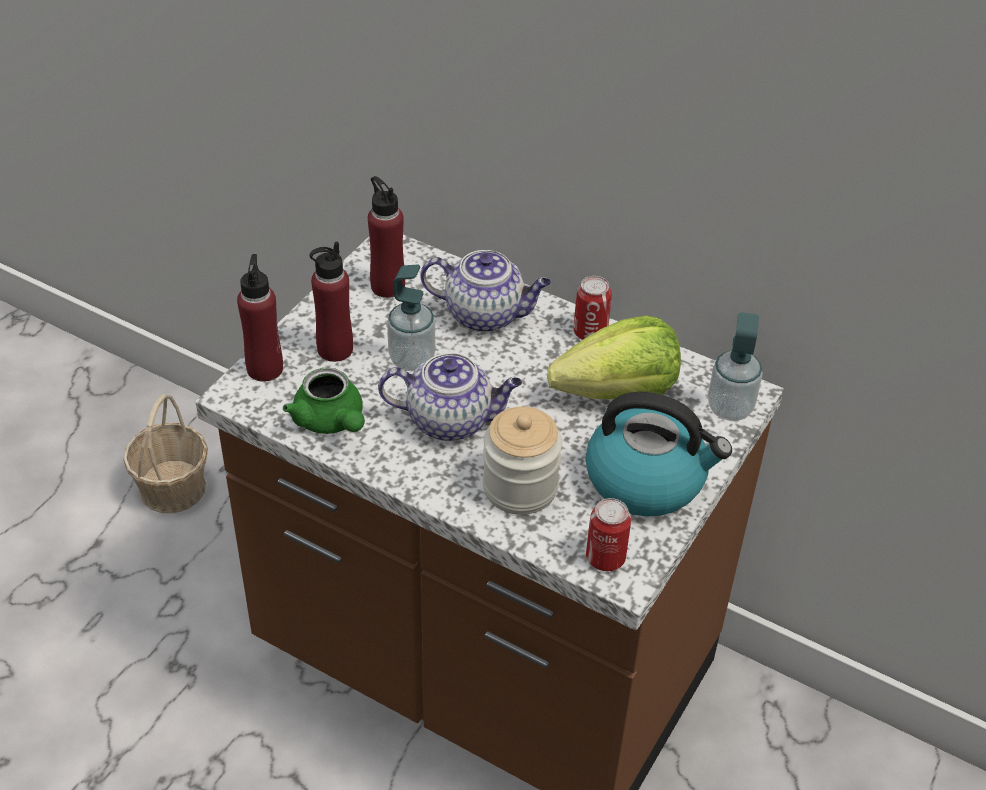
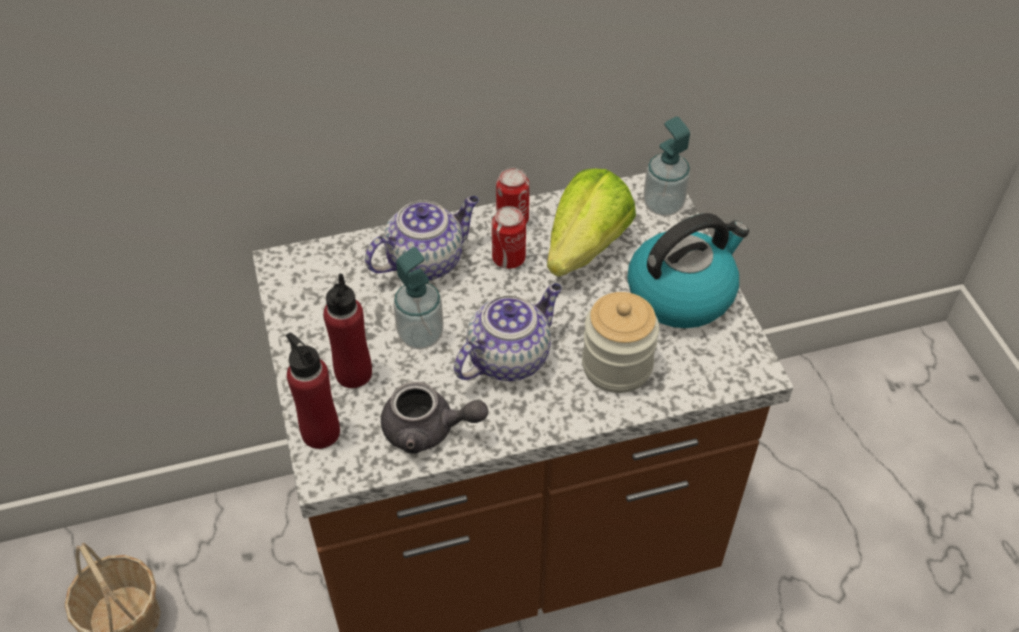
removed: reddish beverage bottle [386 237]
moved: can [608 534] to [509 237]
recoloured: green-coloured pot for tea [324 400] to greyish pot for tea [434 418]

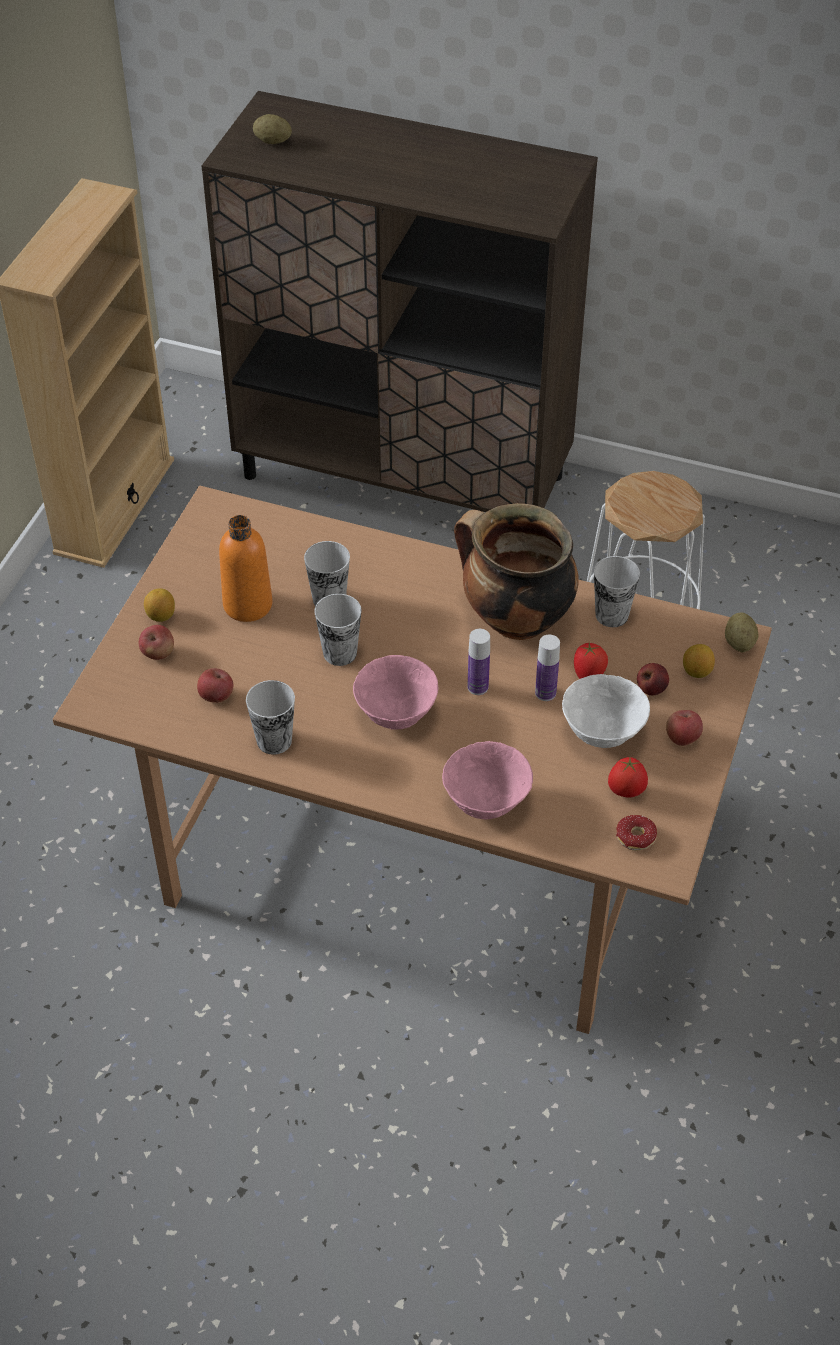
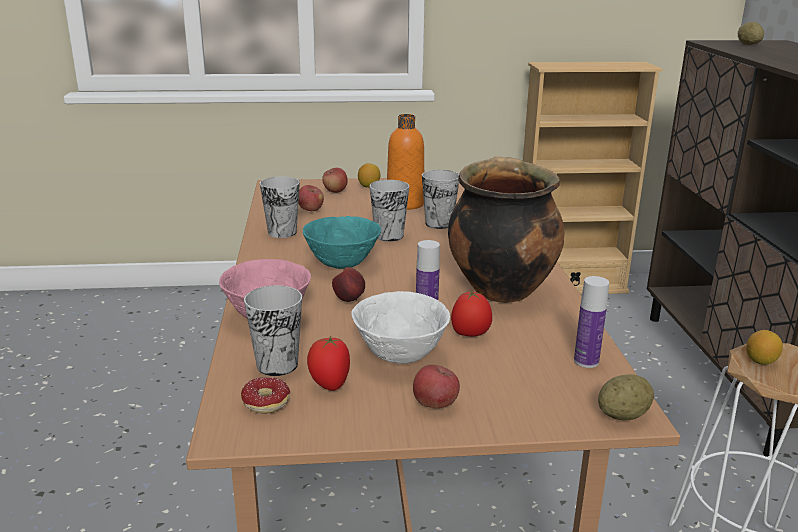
moved: beverage bottle [479 662] to [591 322]; cup [617 591] to [273 330]; whole apple [653 679] to [348 284]; citrus fruit [699 661] to [764 347]
recoloured: pinkish serving bowl [395 692] to blue-green serving bowl [342 242]

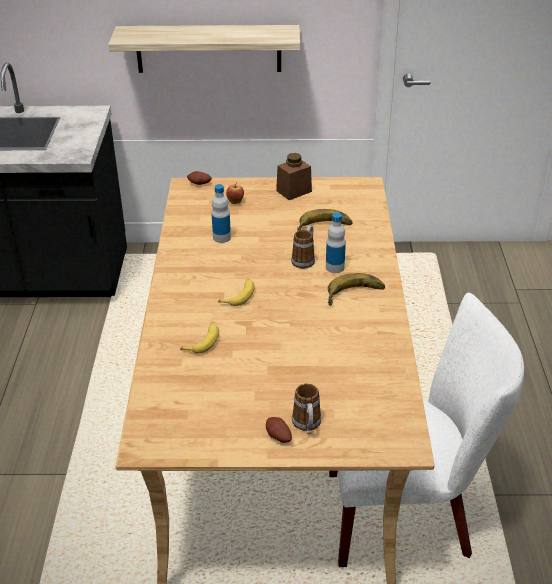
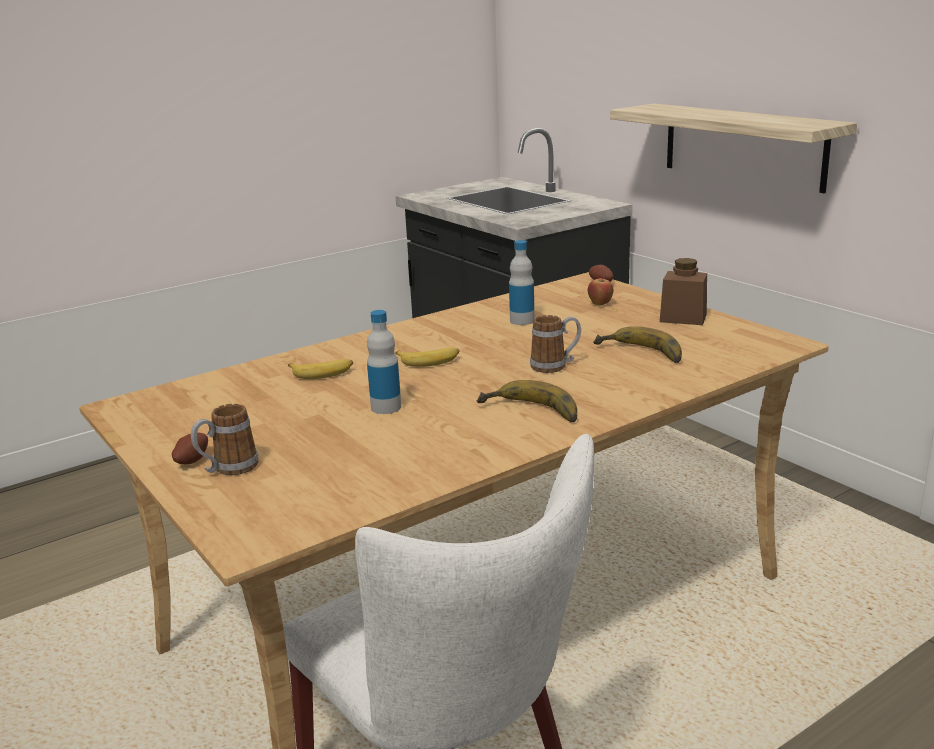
moved: beverage bottle [336 242] to [384 362]

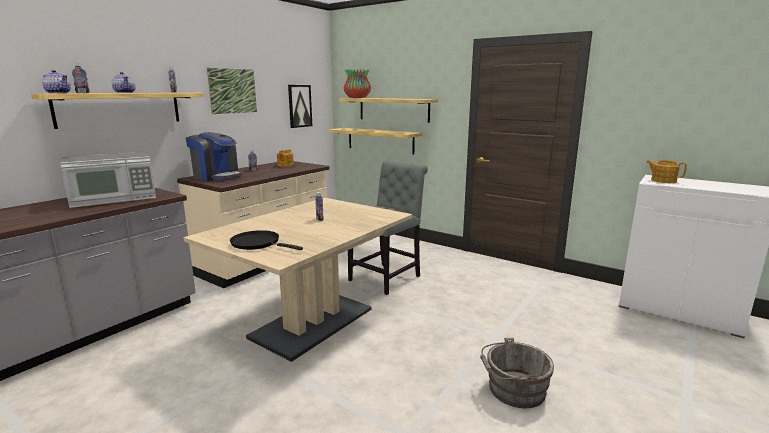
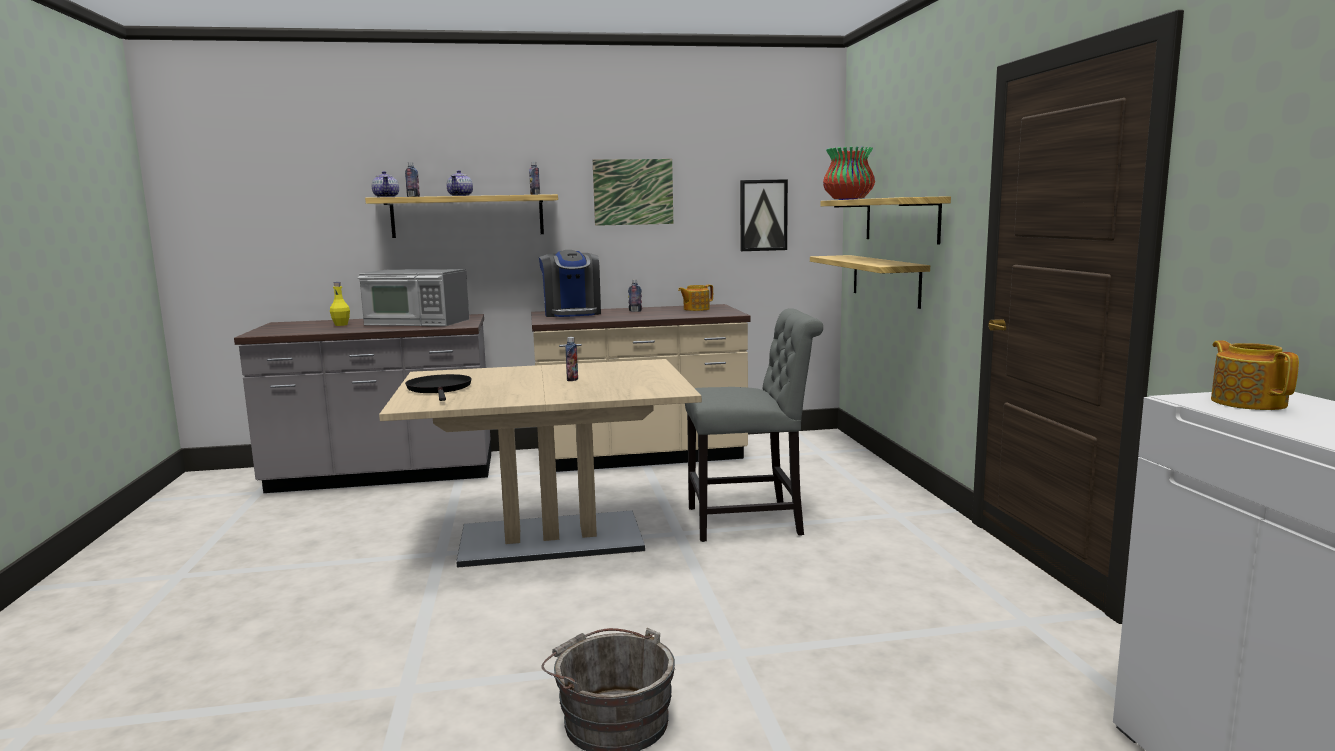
added: yellow beverage bottle [340 304]

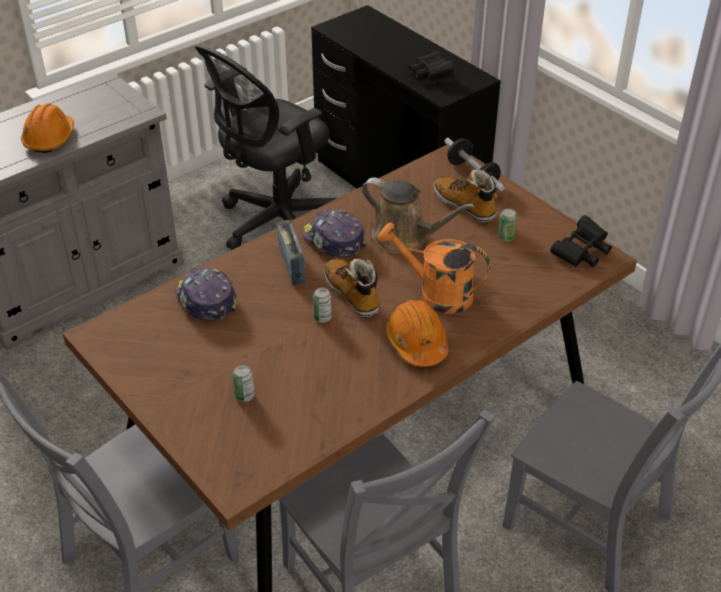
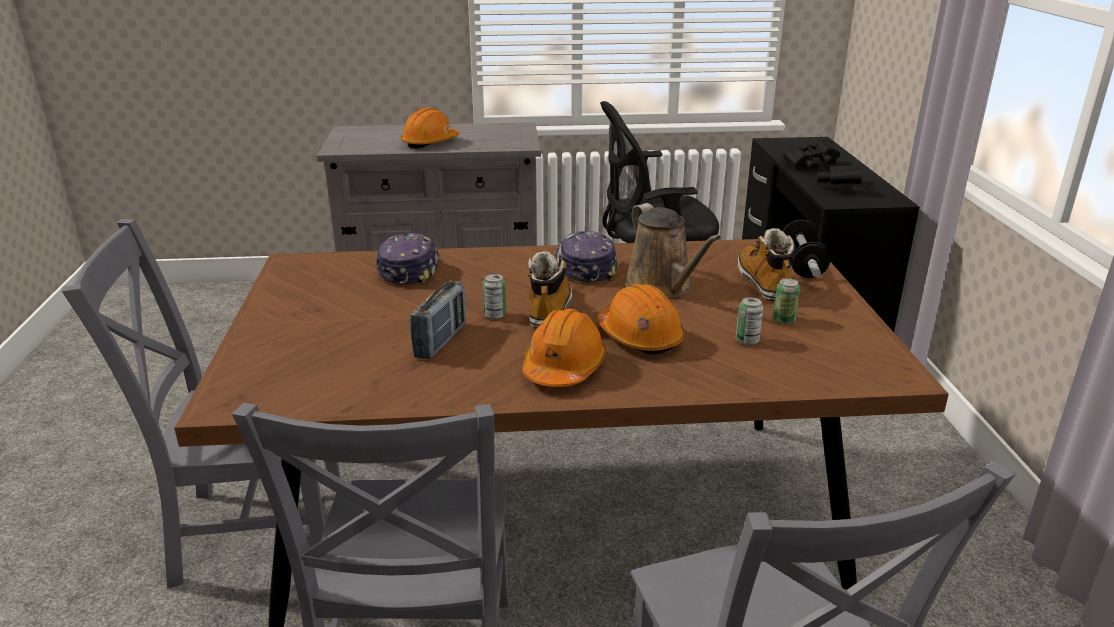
moved: can [243 383] to [749 321]; radio set [291 252] to [438 319]; black pair of binoculars [581 241] to [811 155]
replaced: orange watering pot [434 268] to orange work helmet [641 319]

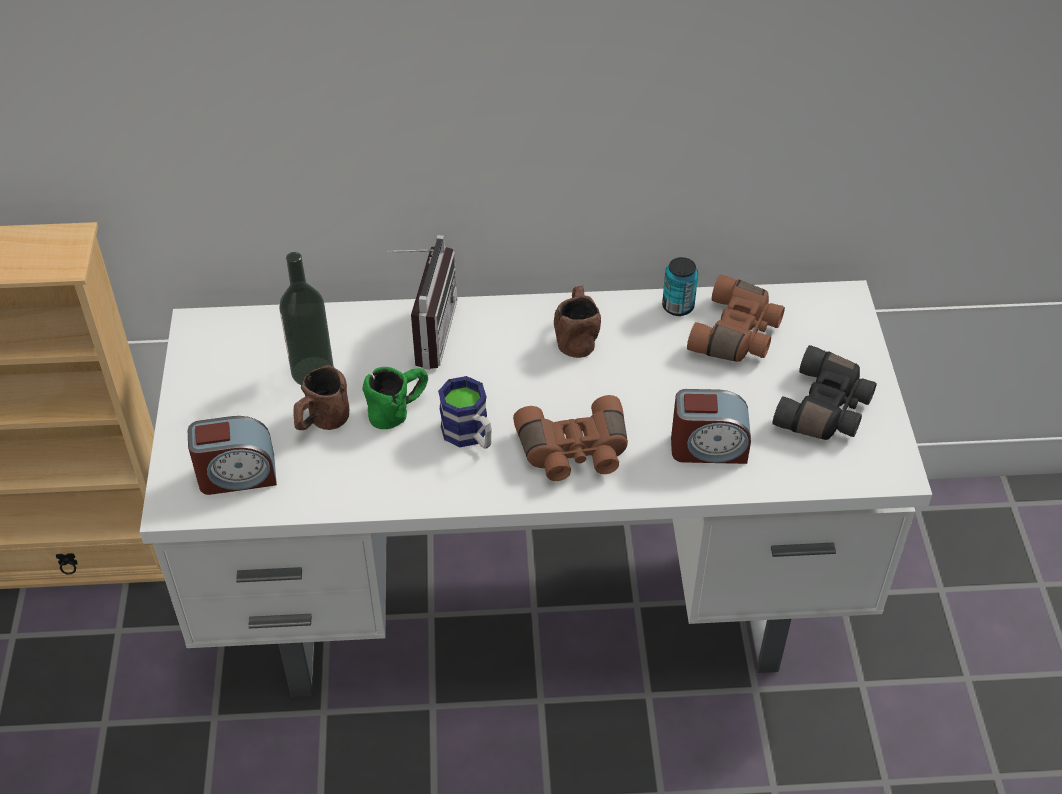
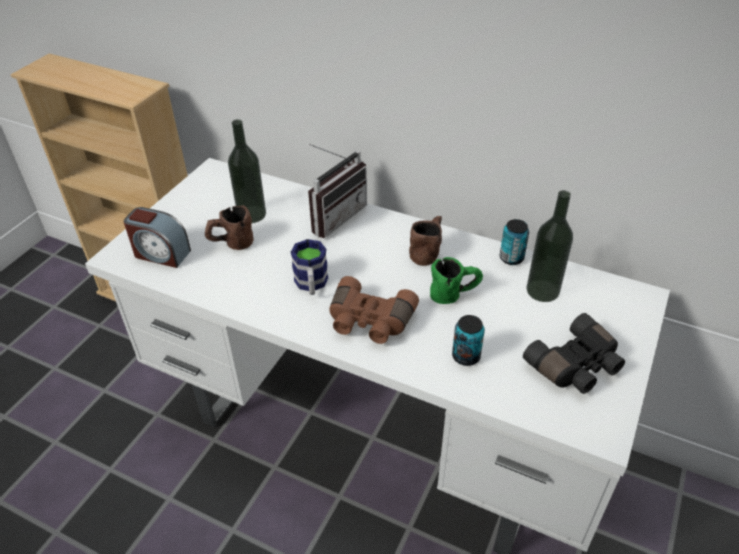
moved: green-coloured coffee mug [395 398] to [456 280]
replaced: bedside clock [711 426] to can [468 340]; brownish pair of binoculars [736 318] to beverage bottle [549 246]

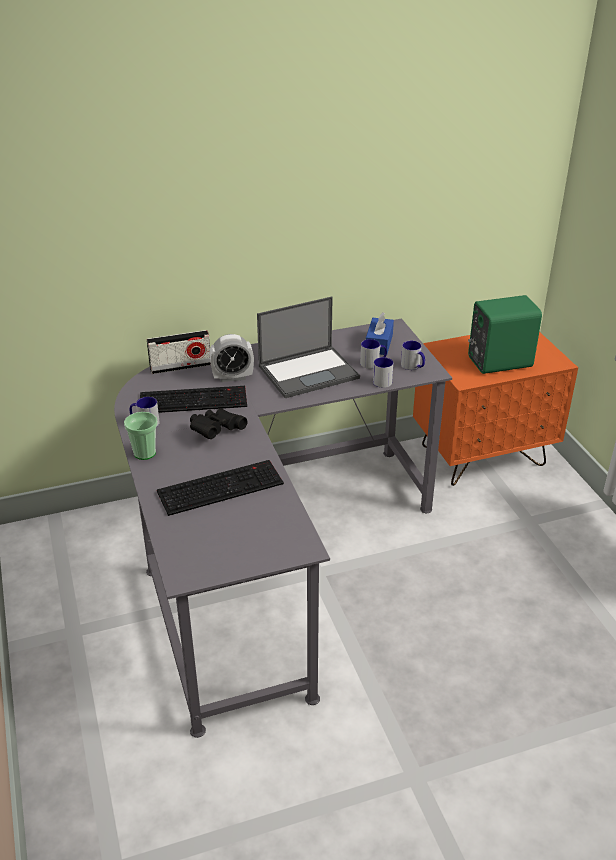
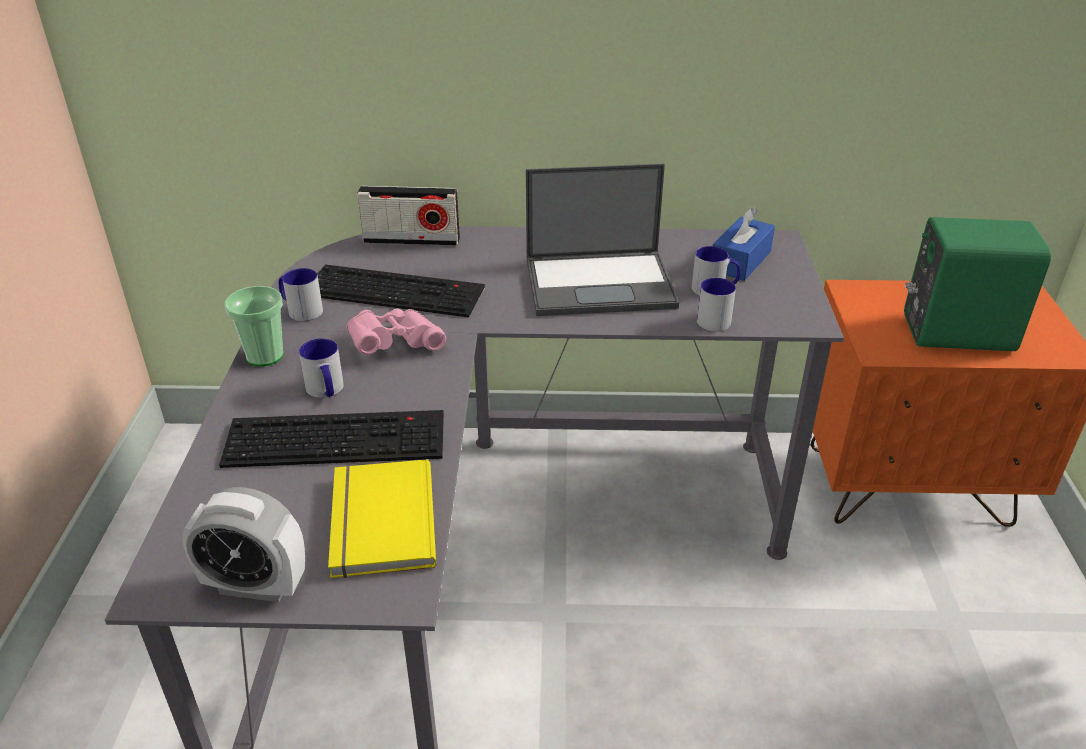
added: yellow bound book [382 518]
moved: bedside clock [231 358] to [243 544]; coffee mug [413 355] to [321 368]
recoloured: black pair of binoculars [219 423] to pinkish pair of binoculars [396 332]

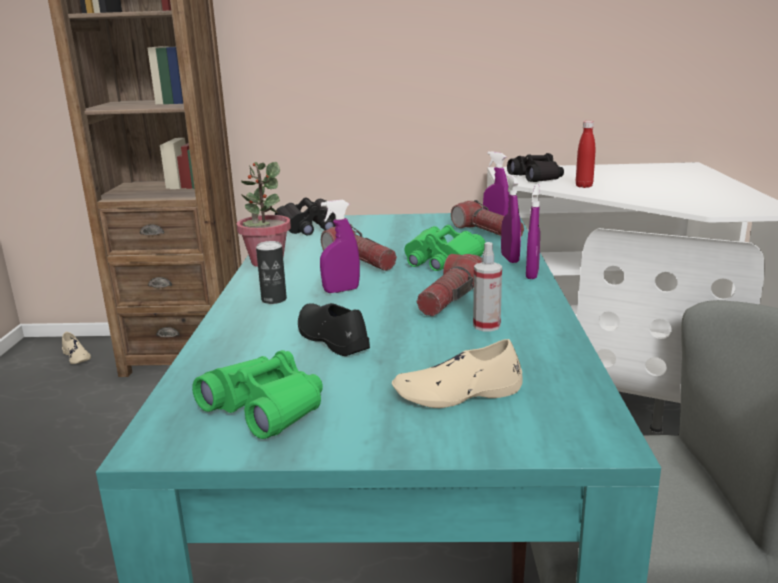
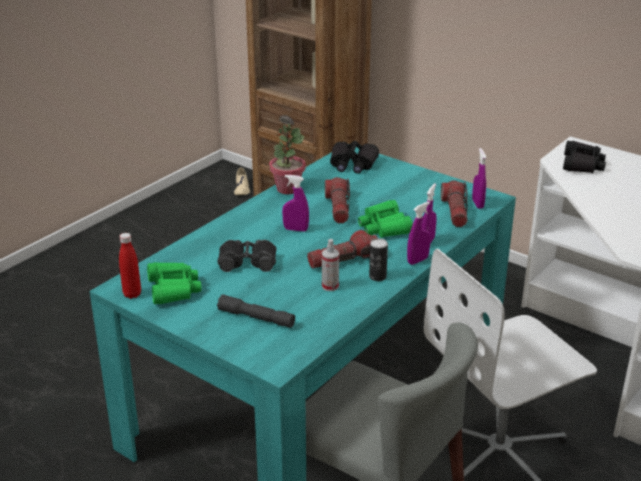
moved: can [271 272] to [378 259]; reddish beverage bottle [585 154] to [130 266]
replaced: black item of footwear [334 329] to black pair of binoculars [247 256]; beige item of footwear [457 373] to greyish torch [256 311]

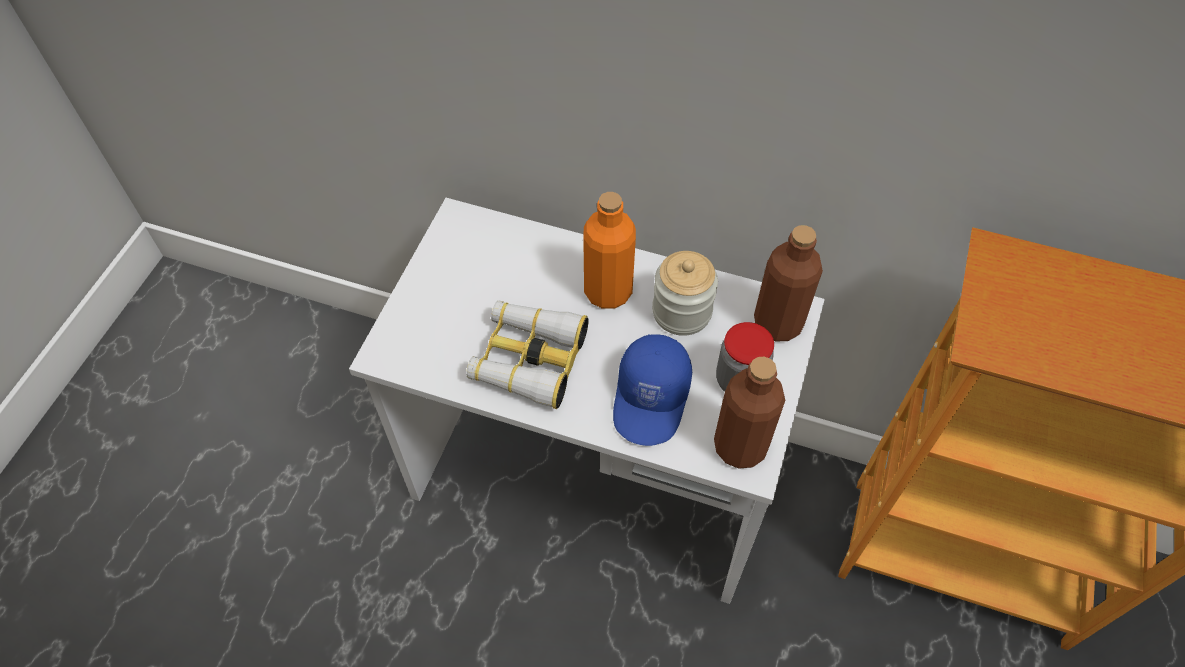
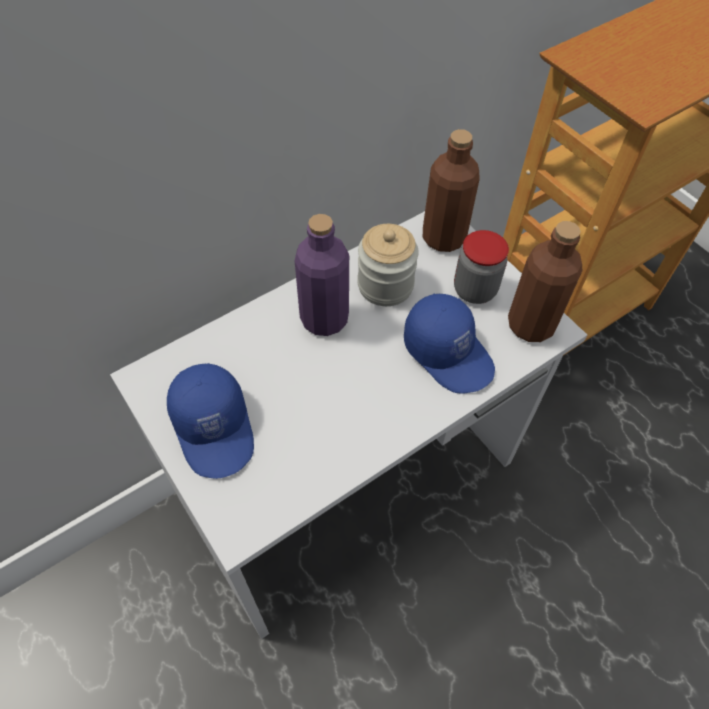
removed: pair of binoculars [527 354]
added: bluish cap [210 421]
recoloured: orange beverage bottle [609 250] to purple-coloured beverage bottle [322 275]

